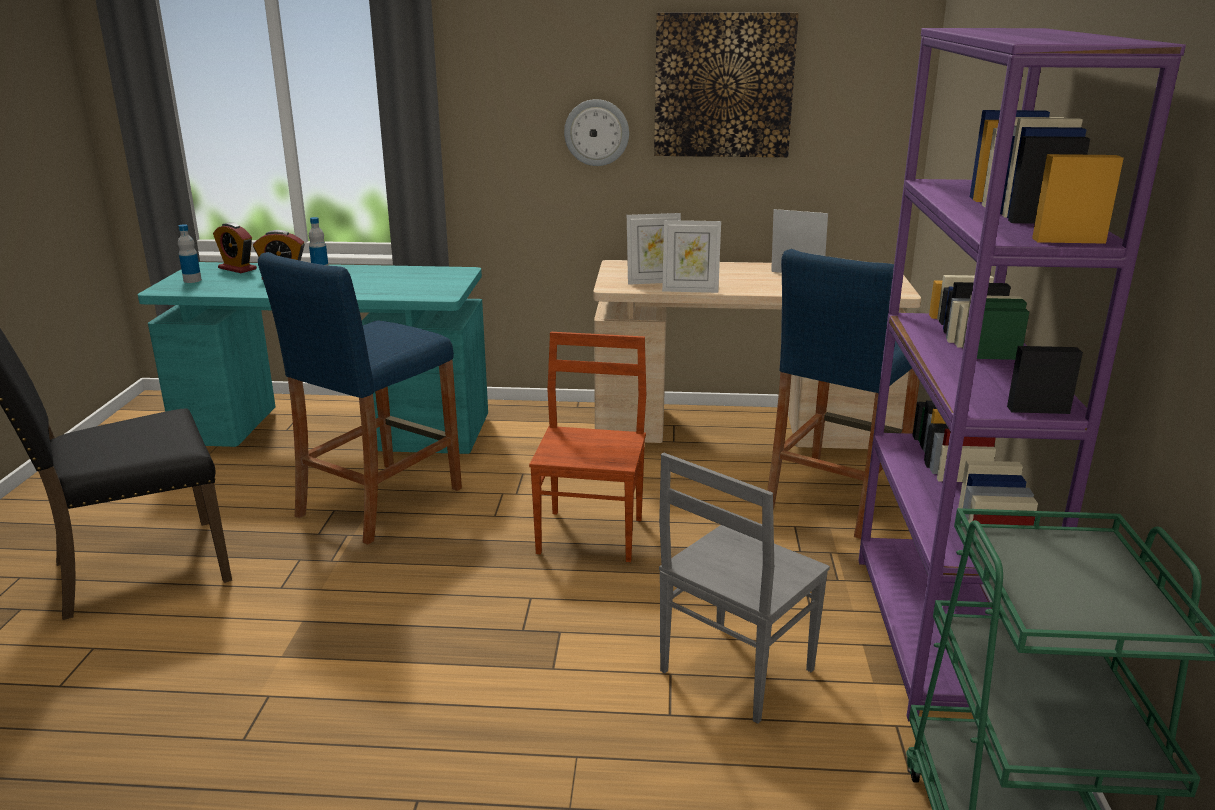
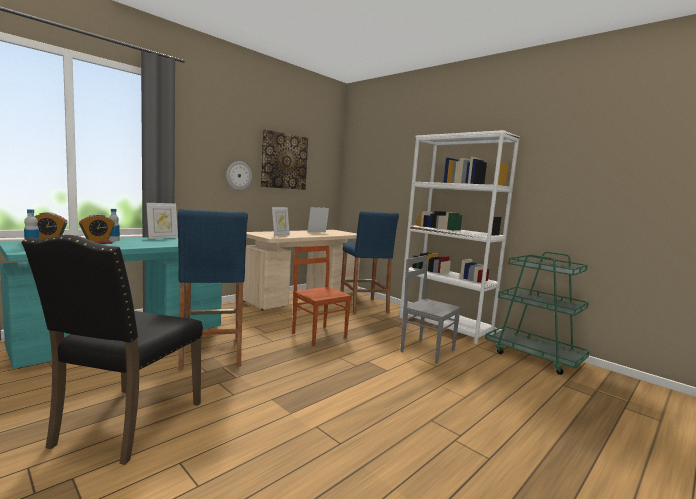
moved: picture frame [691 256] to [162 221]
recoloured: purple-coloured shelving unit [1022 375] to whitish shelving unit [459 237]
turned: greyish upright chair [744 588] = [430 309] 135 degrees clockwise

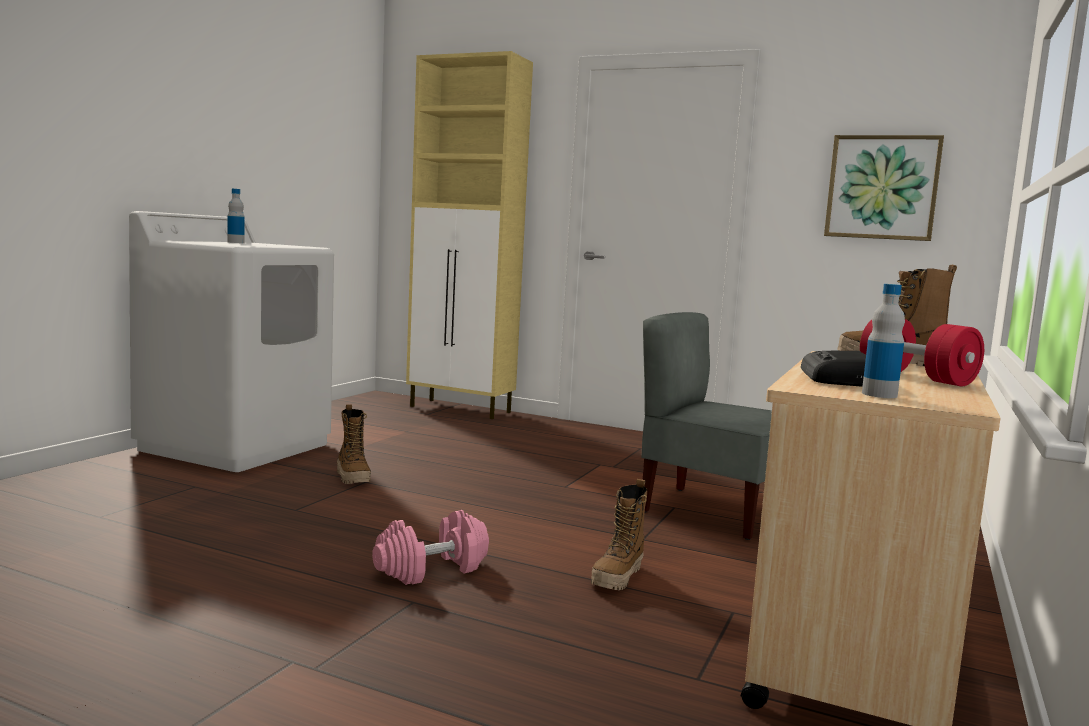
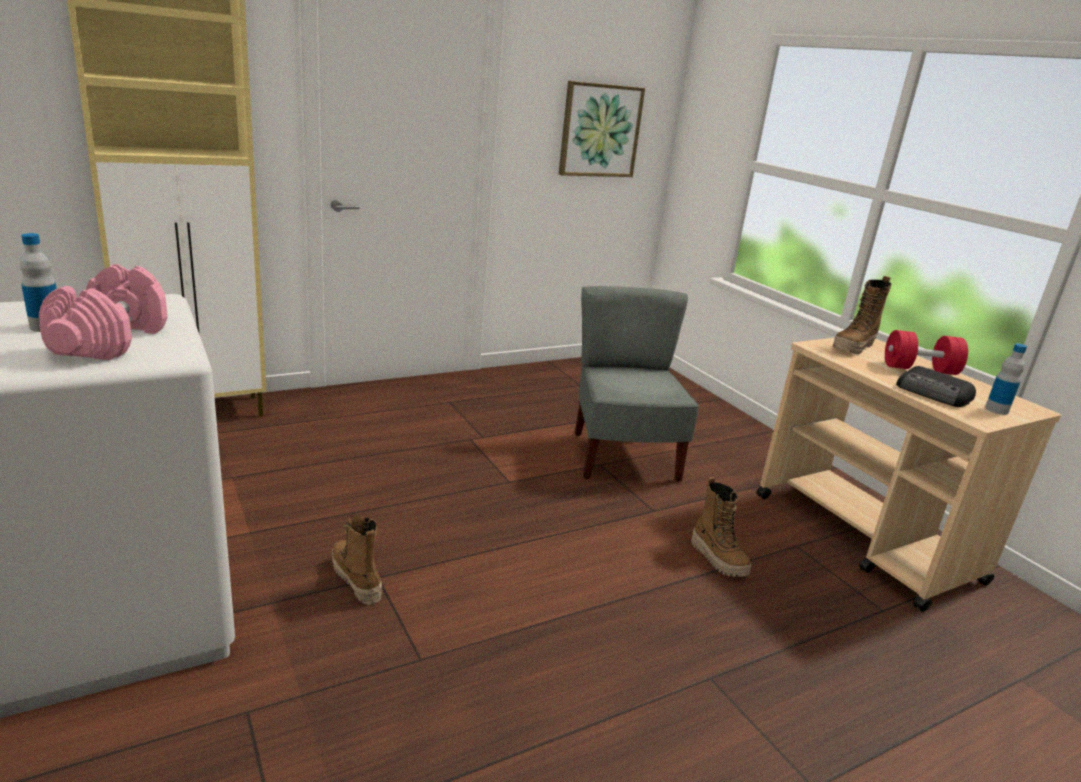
moved: pinkish dumbbell [430 547] to [103 312]
turned: high-top boot [354 444] = [357 560] 135 degrees counterclockwise; greyish upright chair [706 426] = [637 384] 105 degrees clockwise

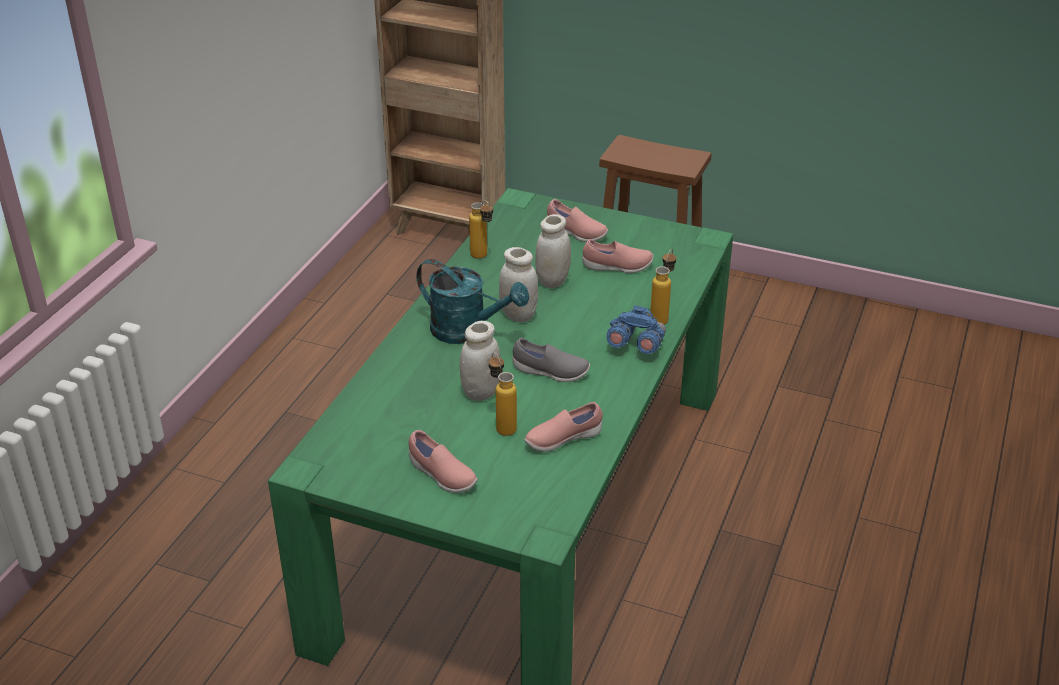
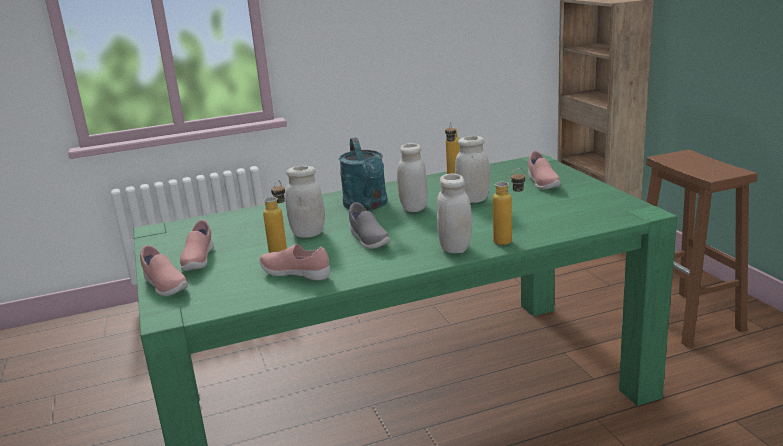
moved: pinkish item of footwear [617 256] to [164 270]
replaced: bluish pair of binoculars [636 329] to whitish storage jar [454 213]

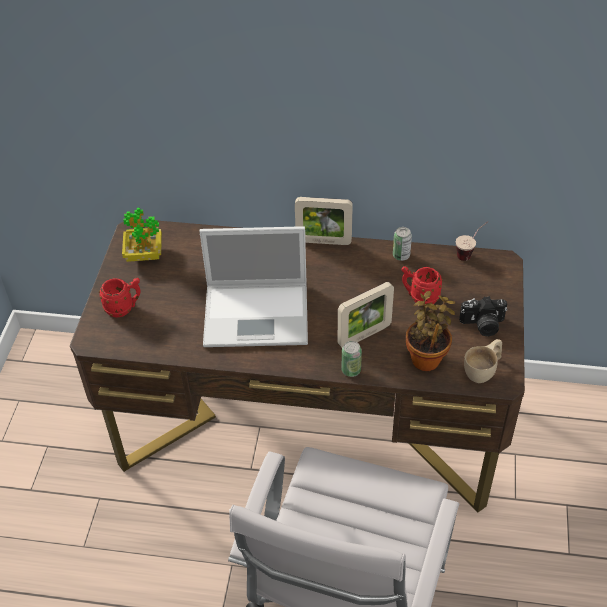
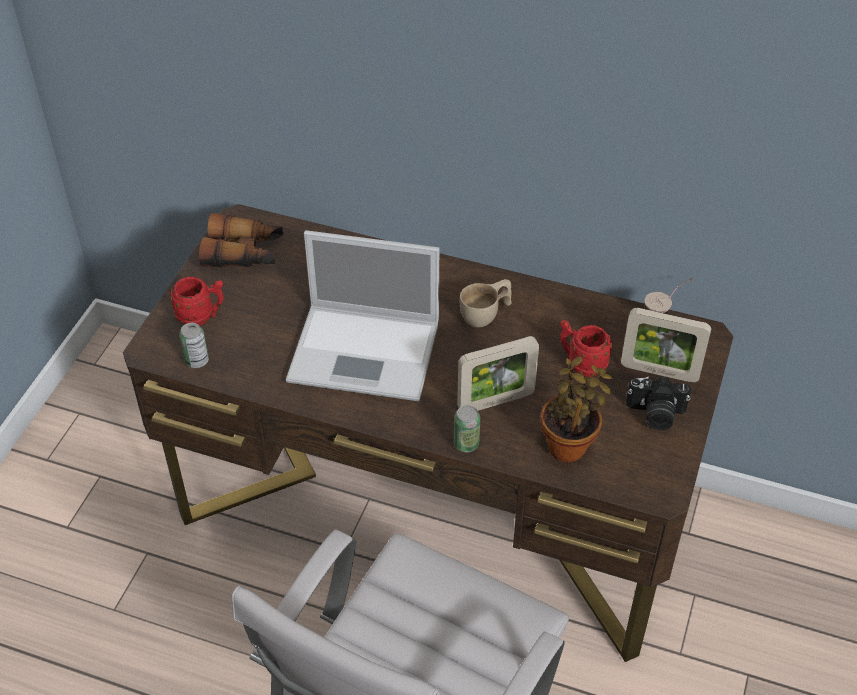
moved: picture frame [324 221] to [666 345]; can [402 244] to [194 345]; beige cup [483 361] to [486 303]
replaced: potted plant [142 235] to pair of binoculars [241 240]

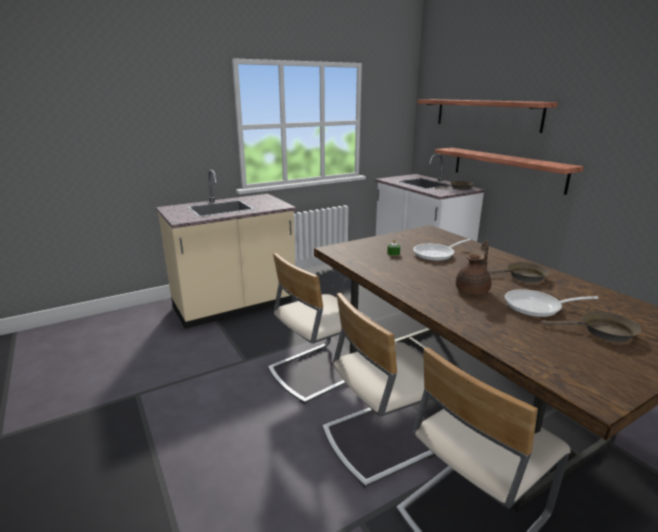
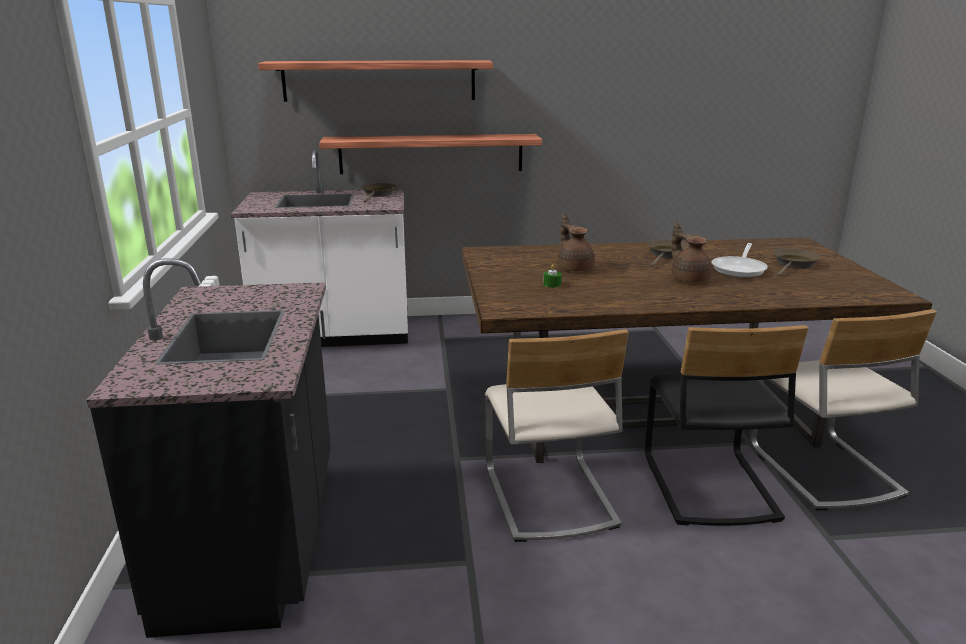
replaced: skillet [441 250] to brownish pot for tea [576 243]
recoloured: beige kitchen counter [226 249] to black kitchen counter [209 448]; beige upright chair [378 390] to black upright chair [726 425]

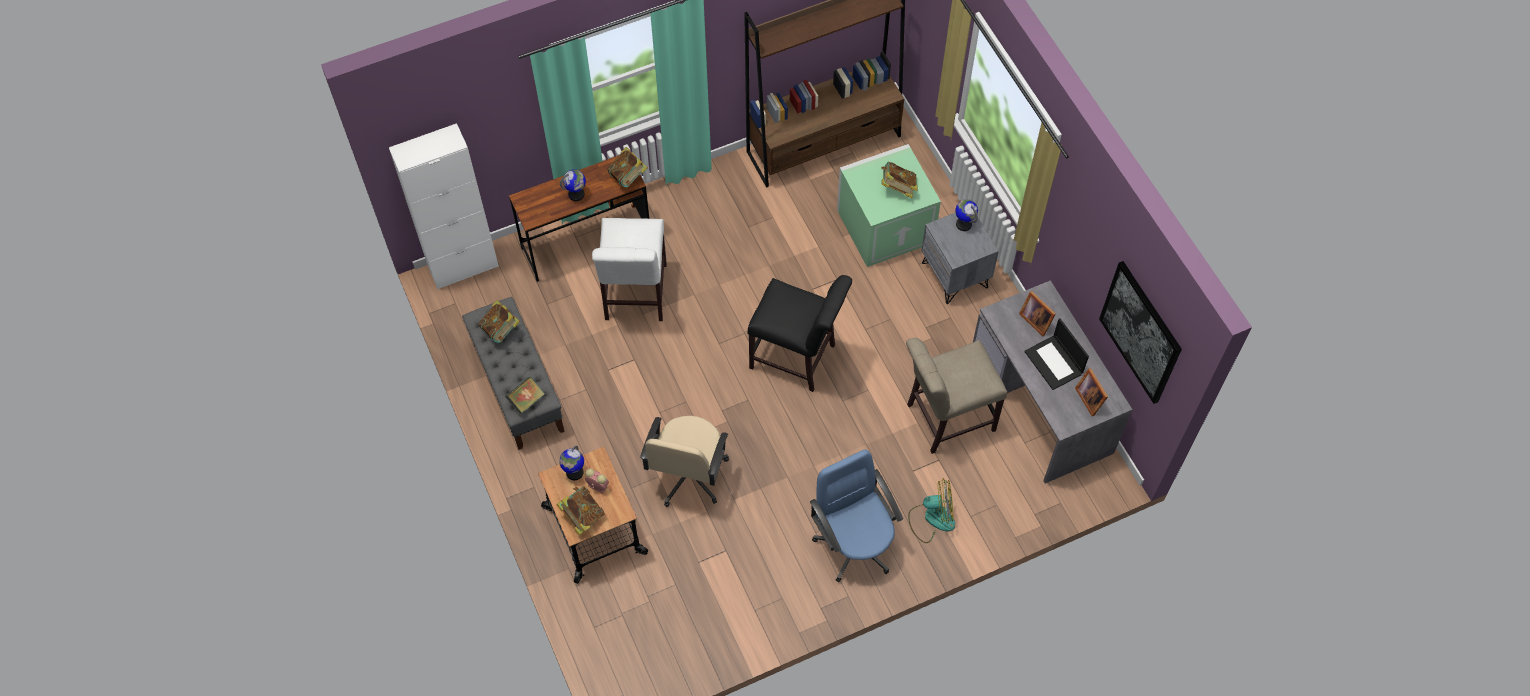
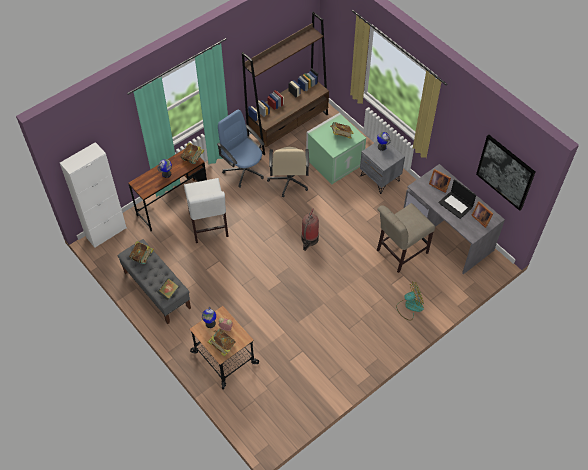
moved: beige computer chair [684 461] to [288 172]; bluish computer chair [856 516] to [240 148]
replaced: black upright chair [799 333] to fire-fighting cylinder [310 230]

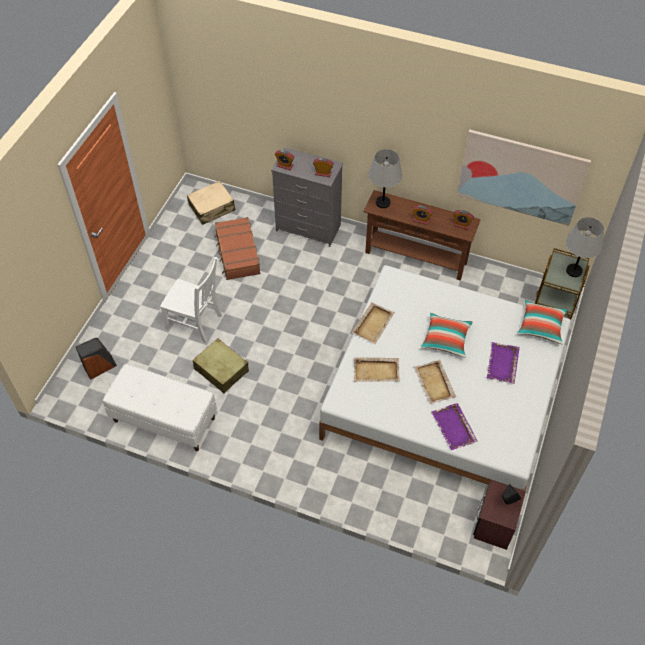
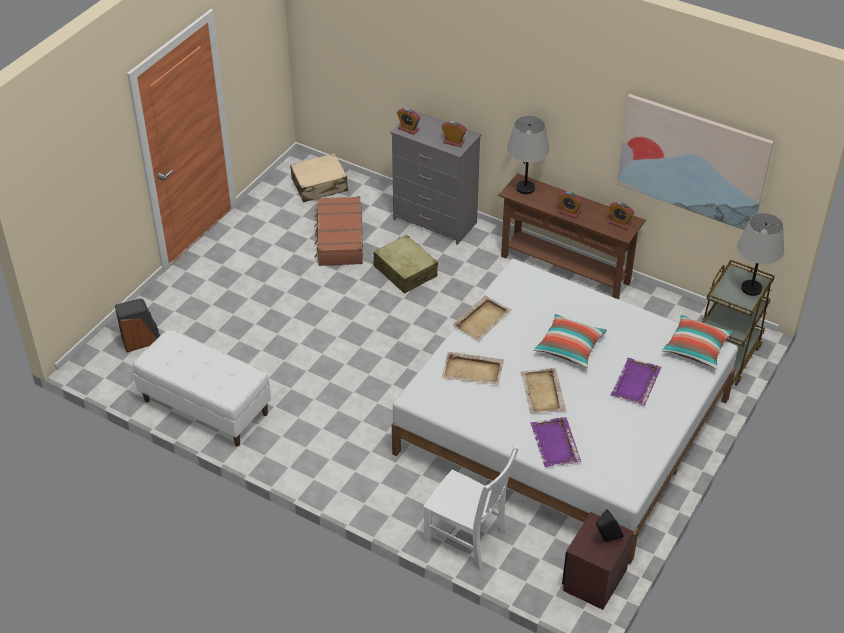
moved: whitish upright chair [191 300] to [471 507]; beige suitcase [220 366] to [406 264]

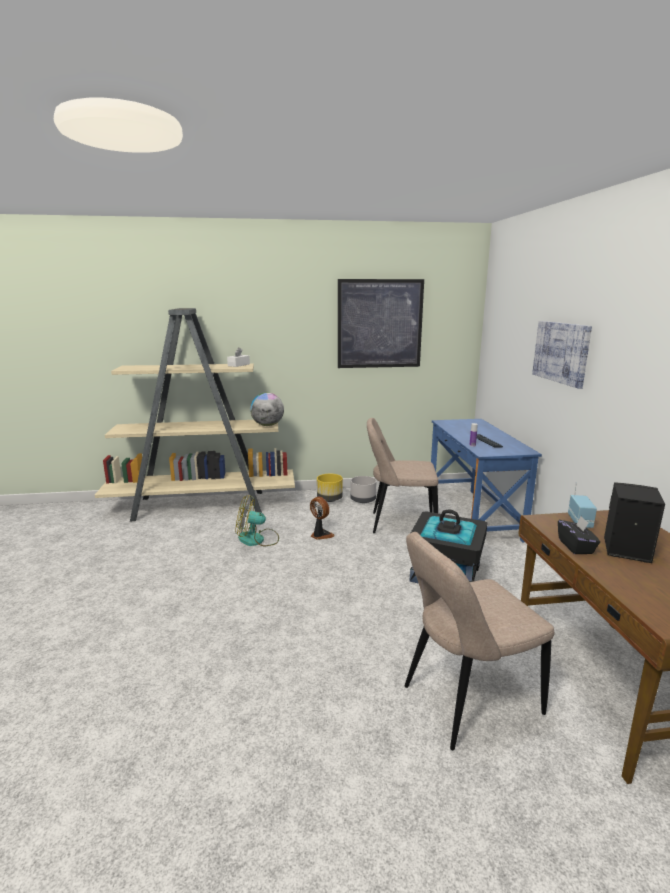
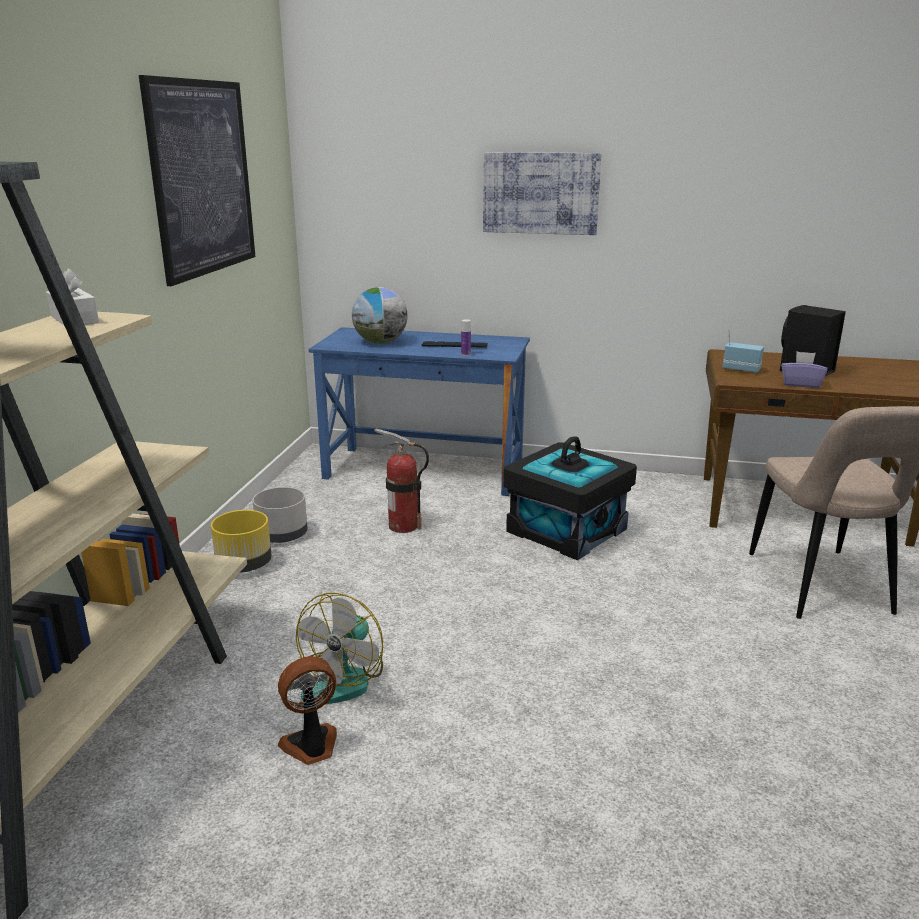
moved: world globe [267 409] to [380 315]; fan [322 518] to [307 710]
replaced: beige upright chair [402 475] to fire-fighting cylinder [401 480]
recoloured: black box of tissues [579 535] to purple-coloured box of tissues [804 369]

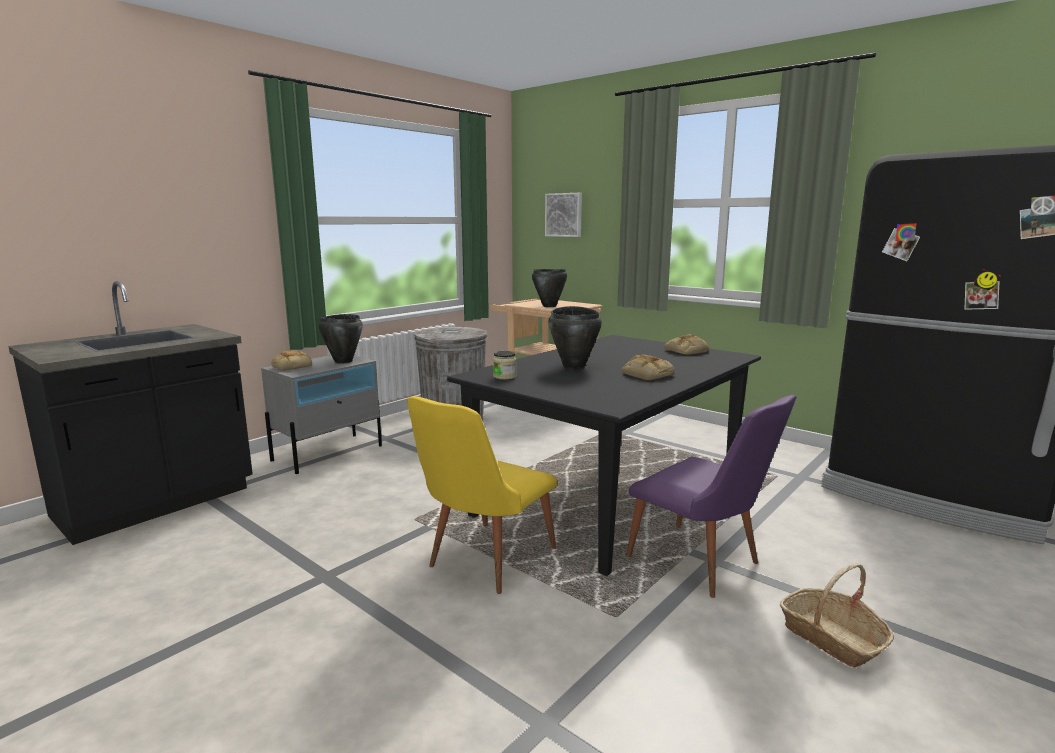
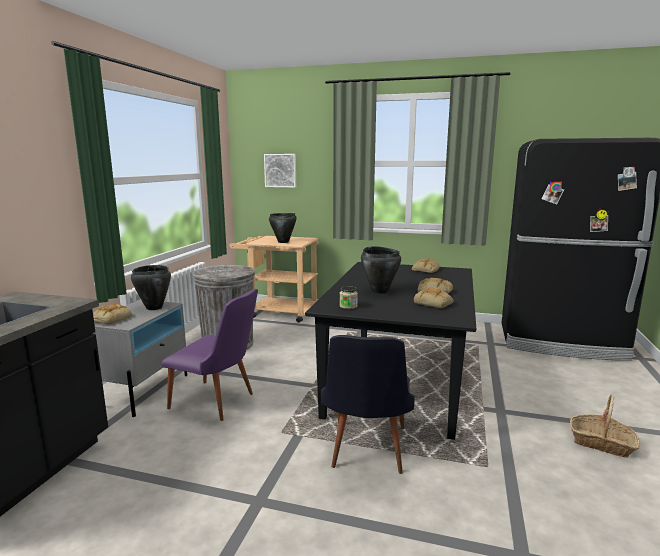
added: baked bread [433 297]
moved: purple-coloured upright chair [711 496] to [210 355]
recoloured: yellow upright chair [482 495] to black upright chair [367 404]

